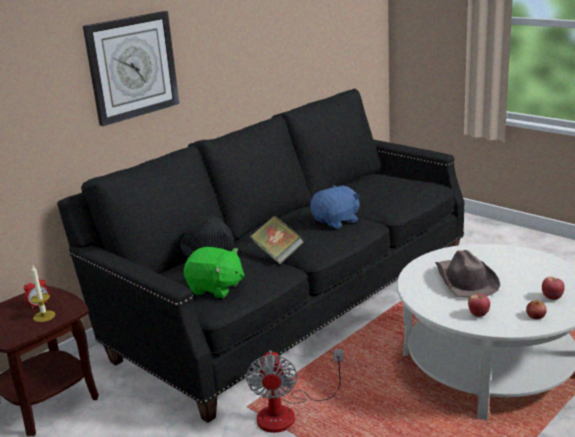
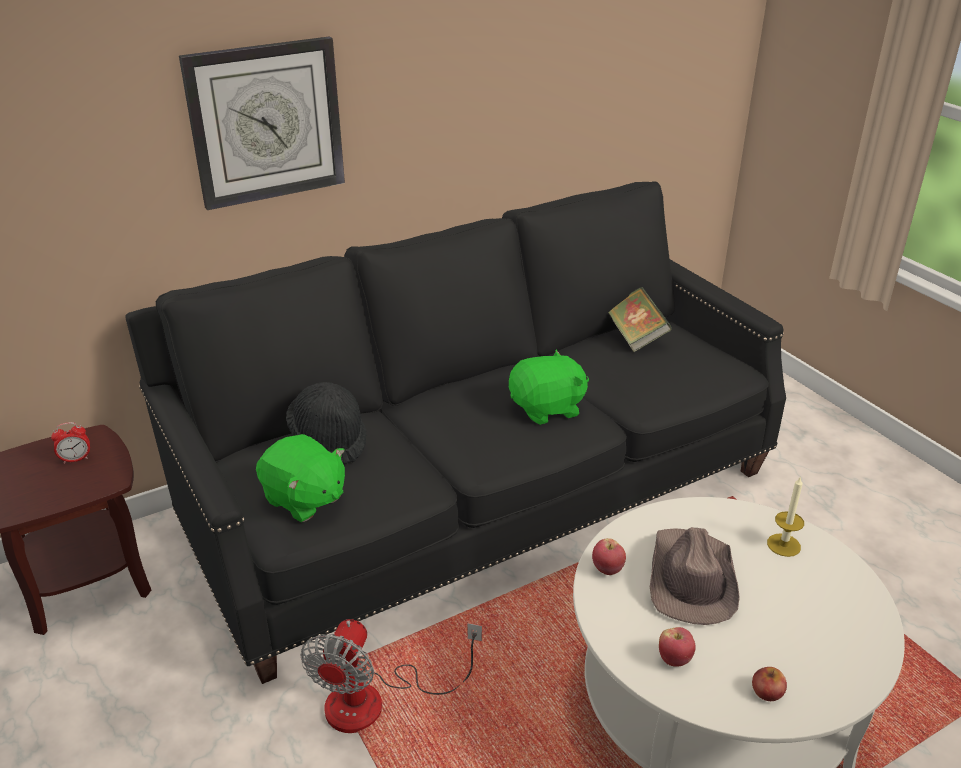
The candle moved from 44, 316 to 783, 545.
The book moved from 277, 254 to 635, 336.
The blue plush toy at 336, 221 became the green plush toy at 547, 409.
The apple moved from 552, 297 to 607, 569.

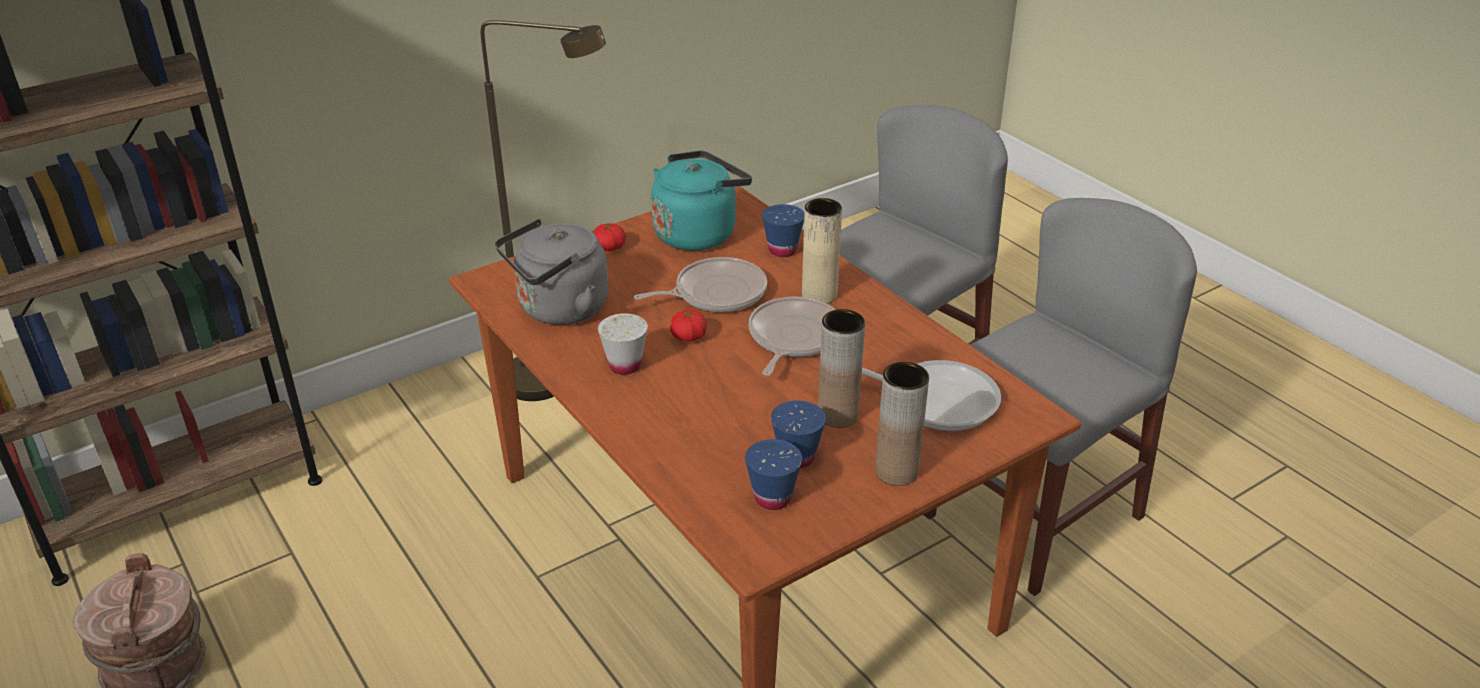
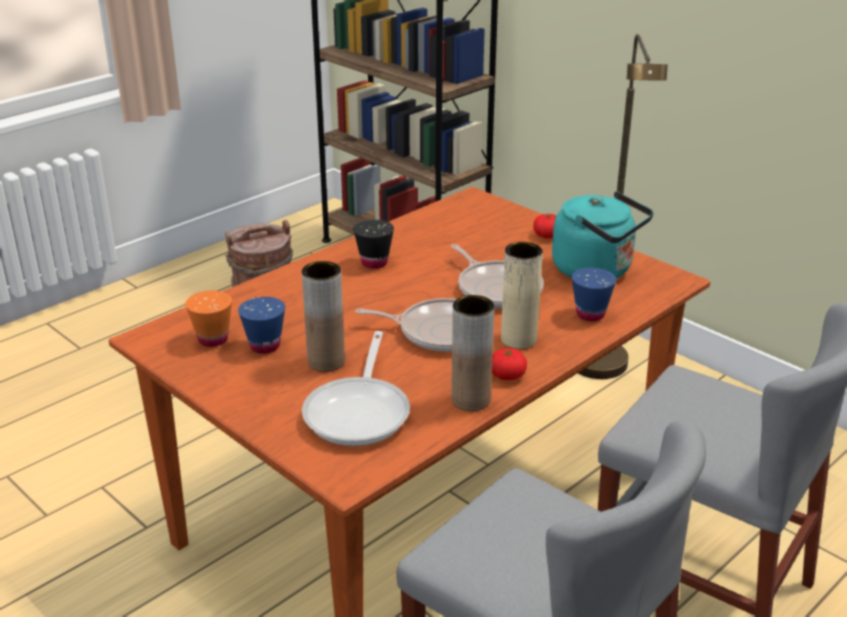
The grey kettle at 559, 310 disappeared.
The white cup at 625, 366 became the black cup at 374, 263.
The tomato moved from 688, 337 to 507, 375.
The blue cup at 772, 498 became the orange cup at 213, 339.
The brown vase moved from 896, 472 to 470, 400.

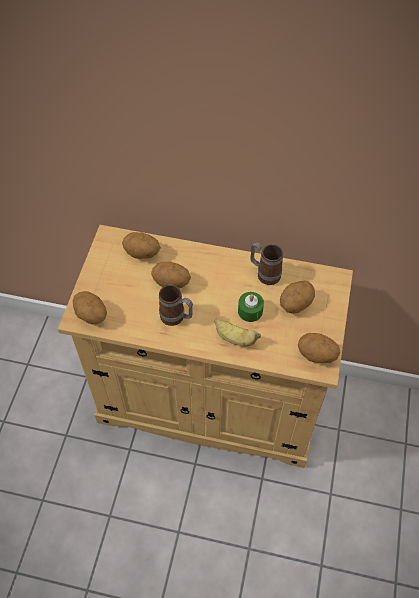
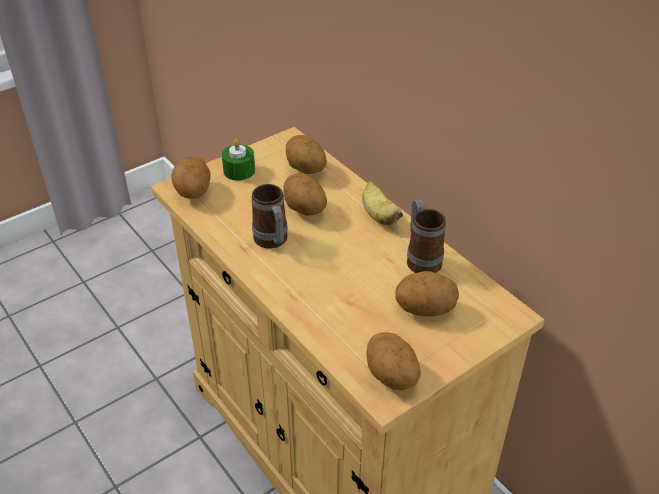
The banana moved from 235, 338 to 378, 216.
The green candle moved from 250, 311 to 239, 170.

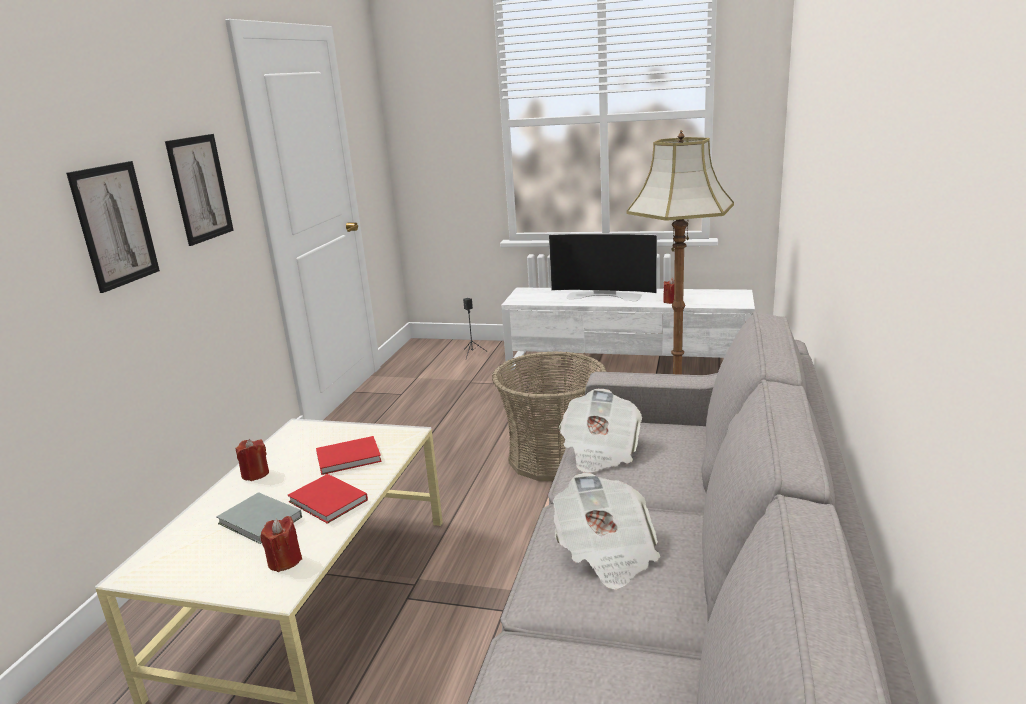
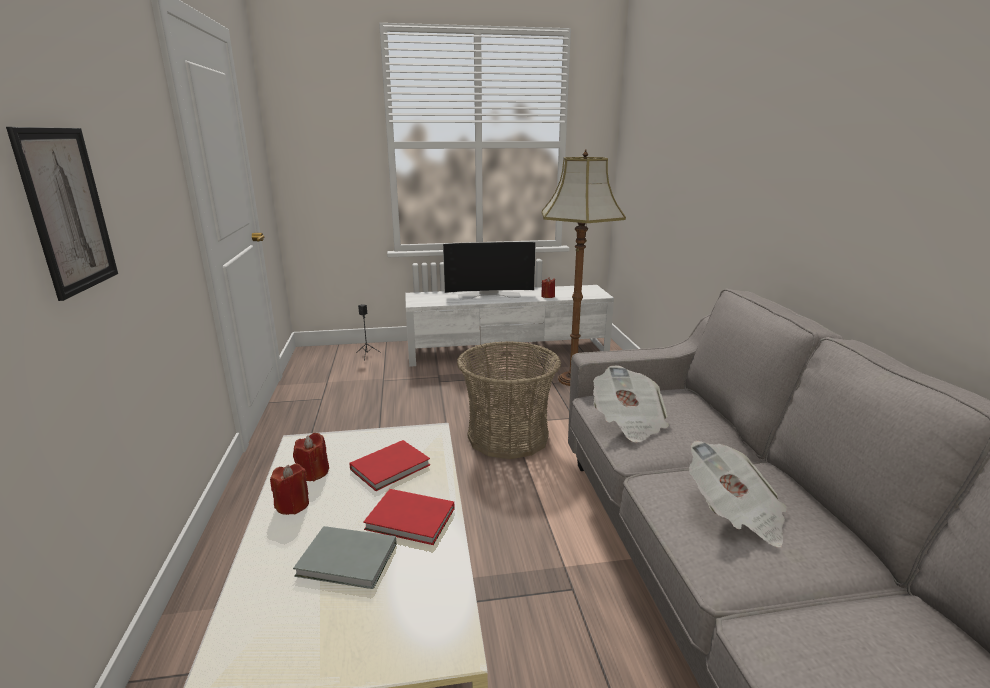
The picture at 200, 188 disappeared.
The red candle moved from 284, 561 to 313, 473.

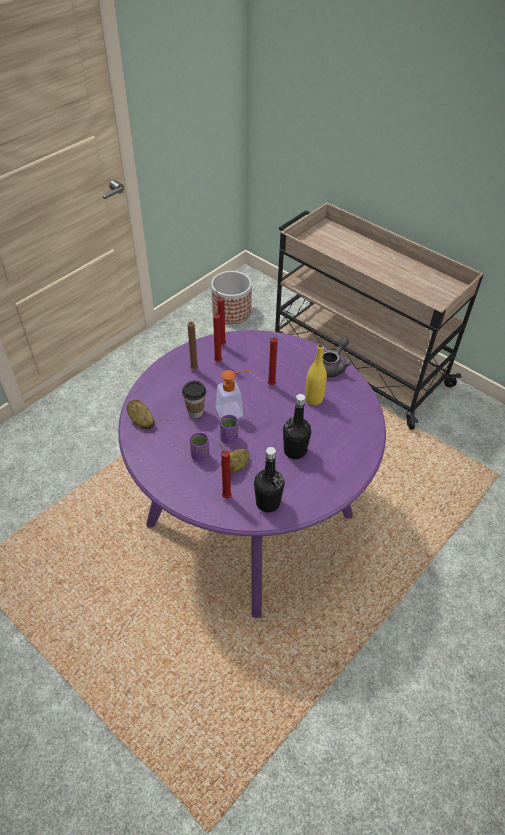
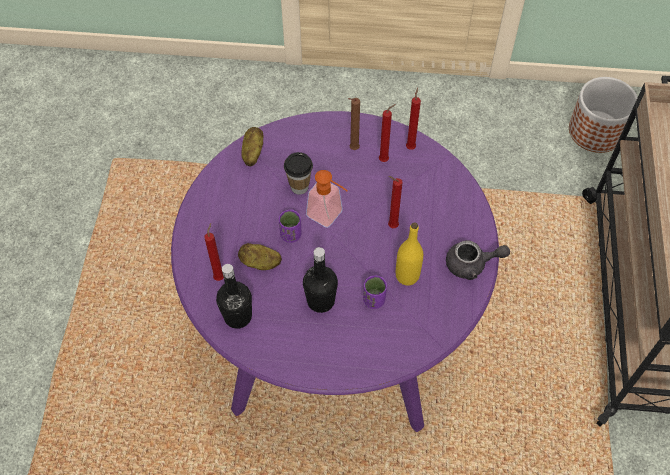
The purple cup moved from 200, 456 to 374, 300.

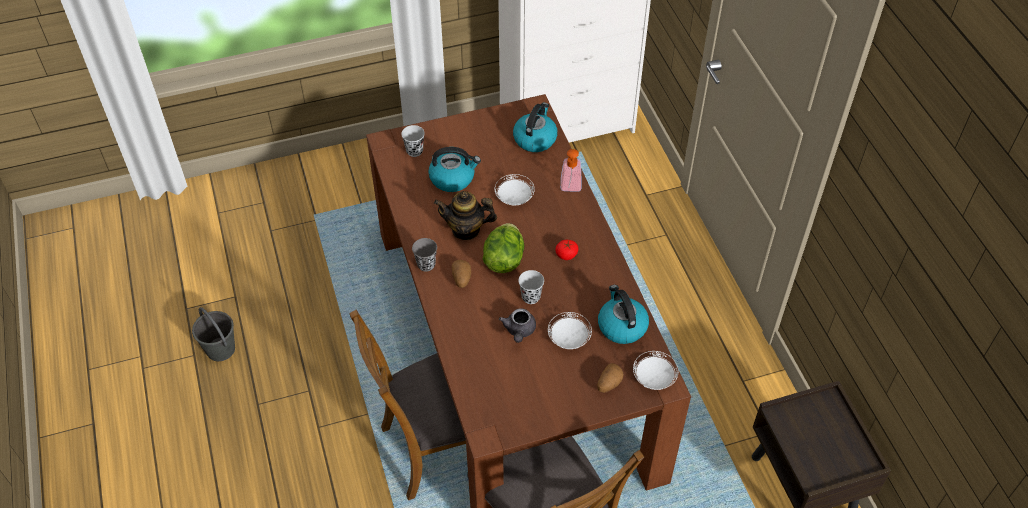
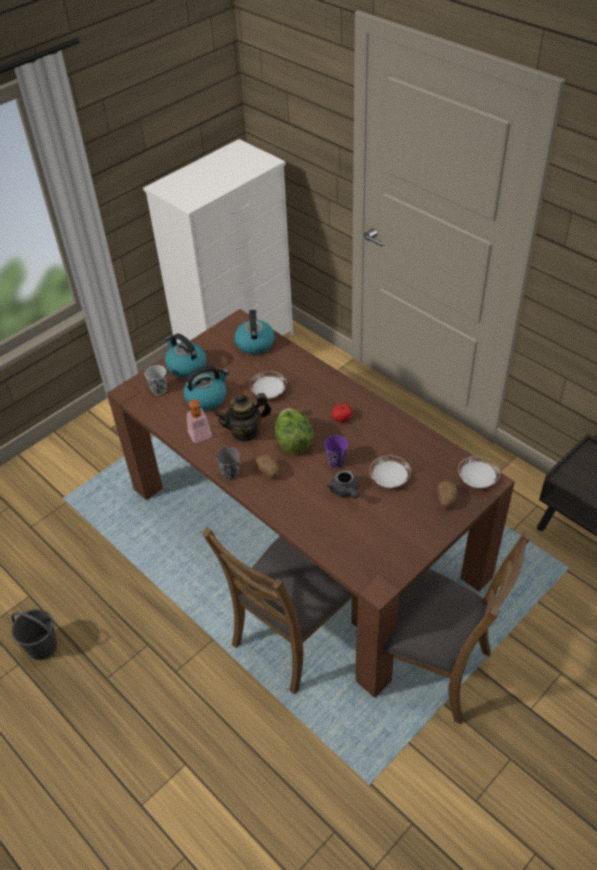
The black cup at 531, 297 became the purple cup at 336, 461.
The soap dispenser moved from 570, 188 to 201, 437.
The kettle moved from 621, 326 to 186, 366.

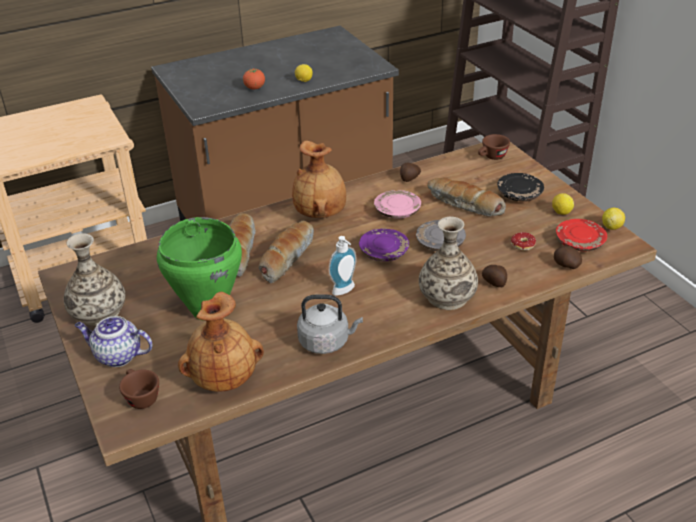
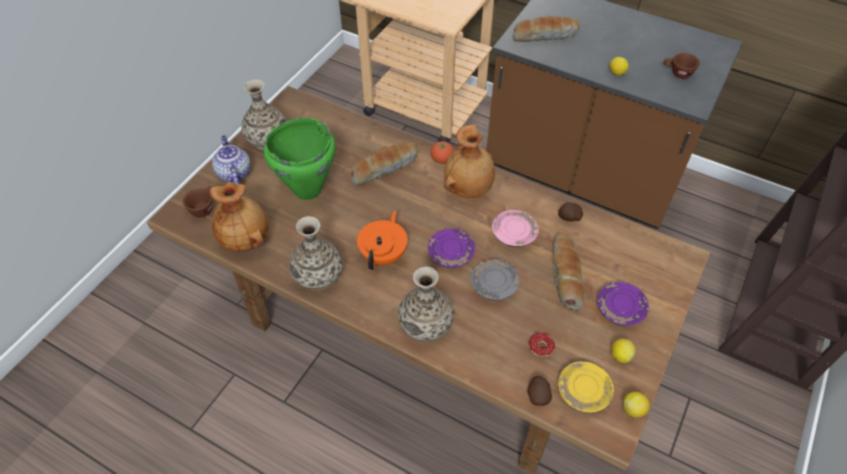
The tomato moved from 254, 88 to 442, 160.
The bread moved from 287, 257 to 544, 35.
The grey kettle at 327, 342 was replaced by the vase at 318, 275.
The soap dispenser at 345, 291 was replaced by the orange teapot at 384, 255.
The brown cup moved from 491, 157 to 677, 73.
The potato at 494, 283 disappeared.
The black plate at 519, 194 became the purple plate at 620, 309.
The red plate at 580, 242 became the yellow plate at 583, 392.

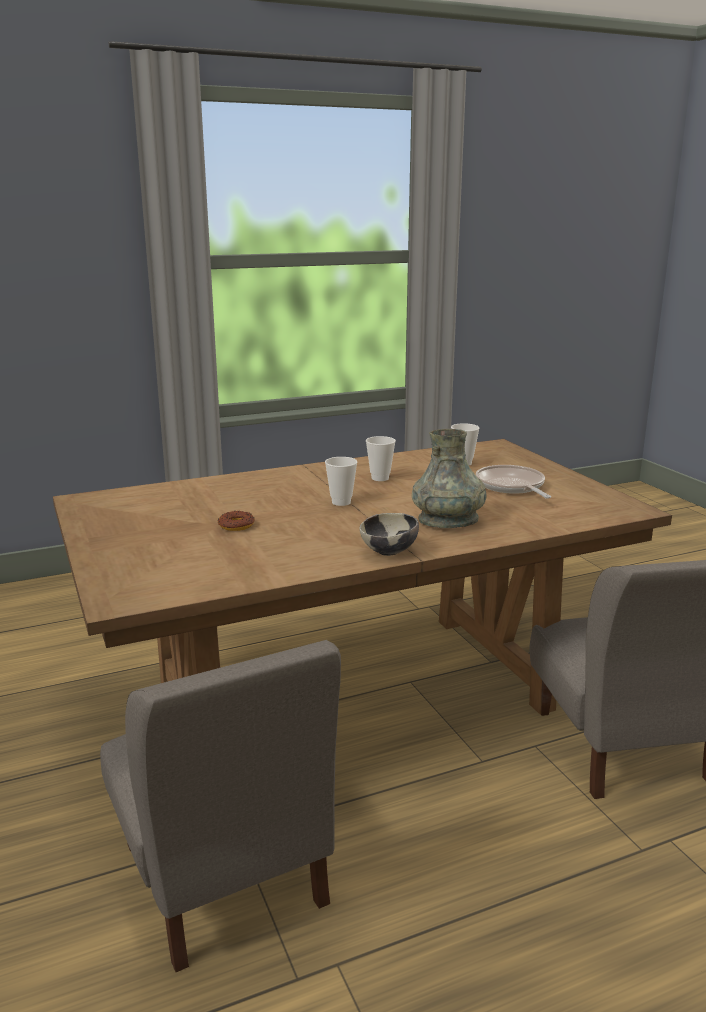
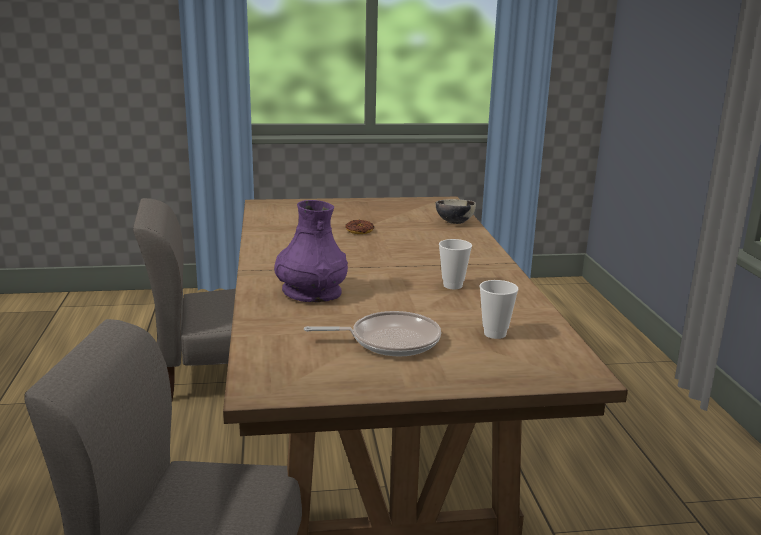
The cup at 341, 502 disappeared.
The bowl moved from 389, 552 to 454, 222.
The grey vase at 448, 520 became the purple vase at 311, 292.

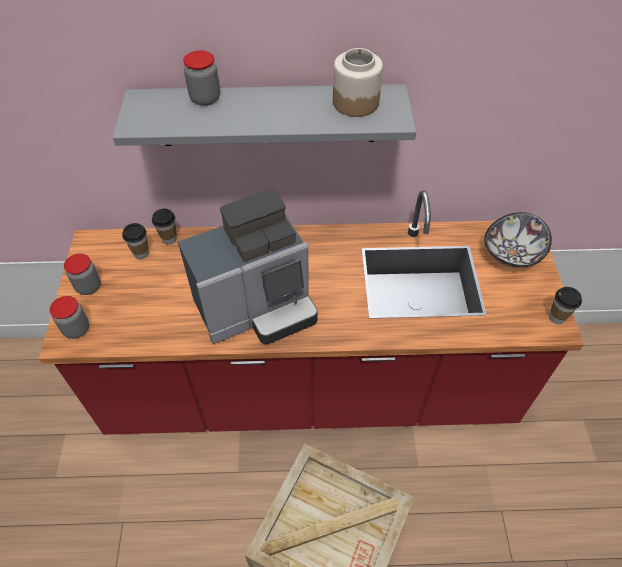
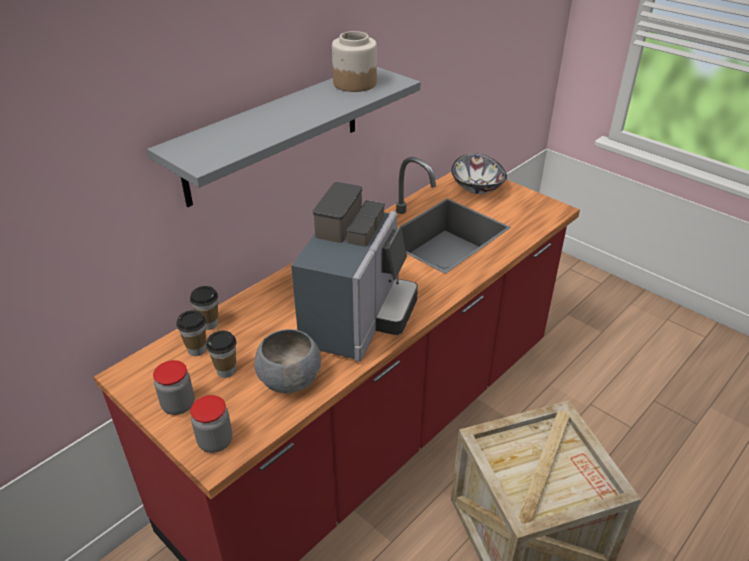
The jar at 205, 98 disappeared.
The cup moved from 556, 317 to 226, 371.
The grey bowl at 290, 379 appeared.

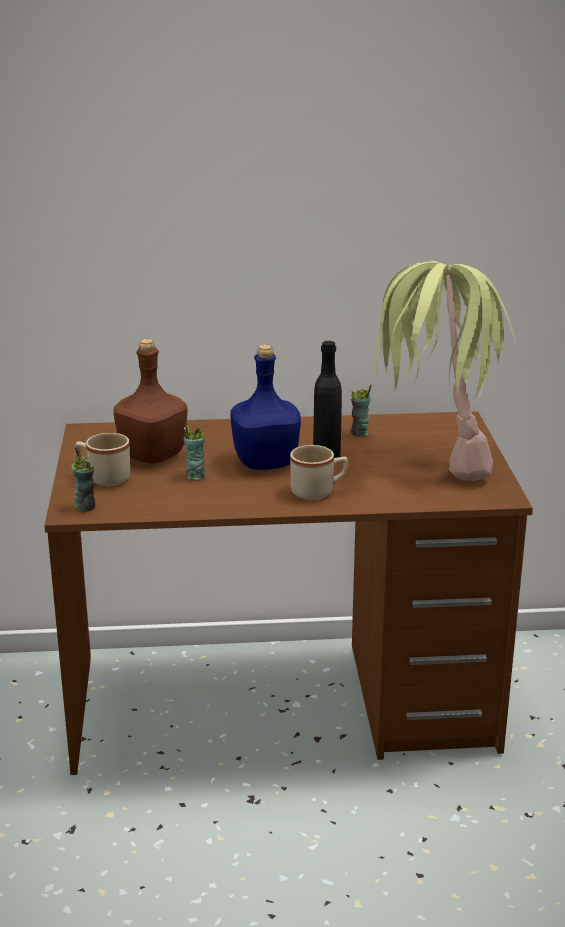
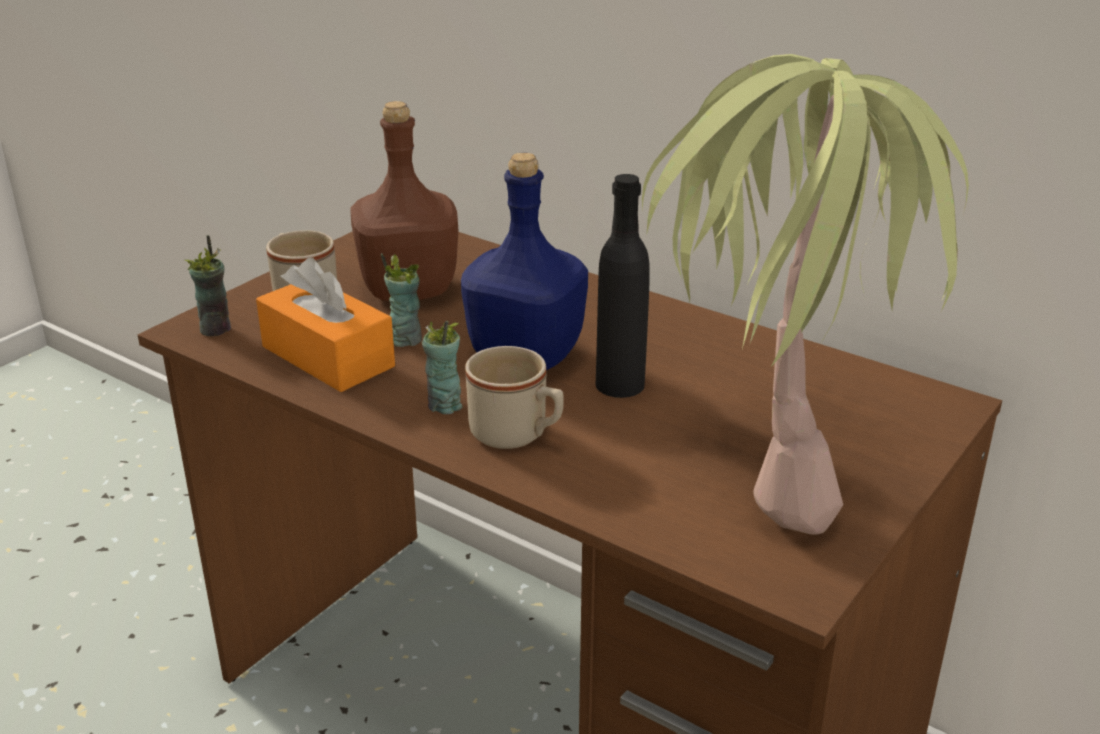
The cup moved from 359, 433 to 444, 405.
The orange tissue box at 328, 357 appeared.

